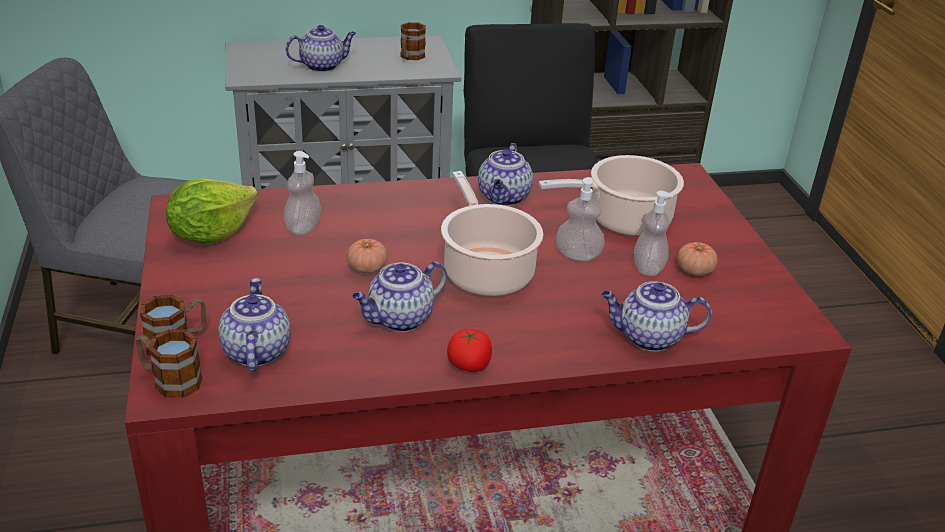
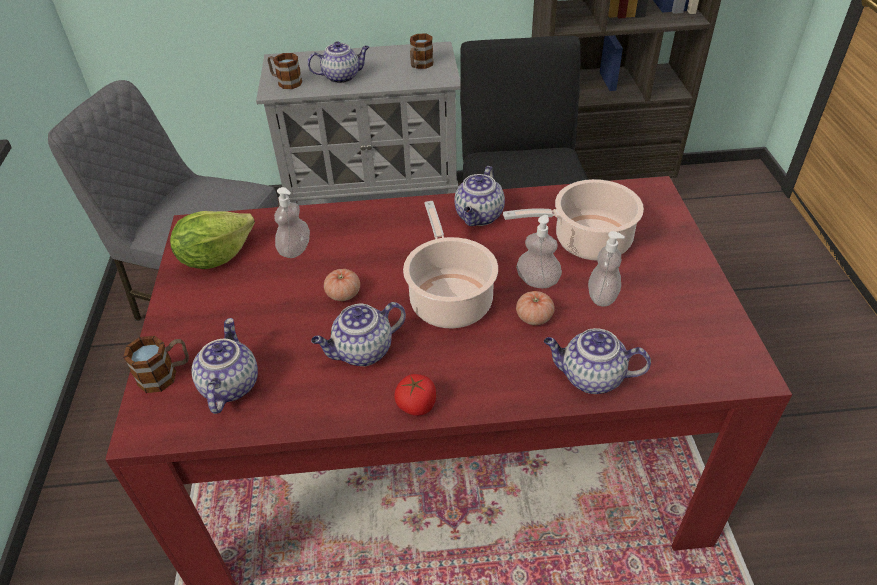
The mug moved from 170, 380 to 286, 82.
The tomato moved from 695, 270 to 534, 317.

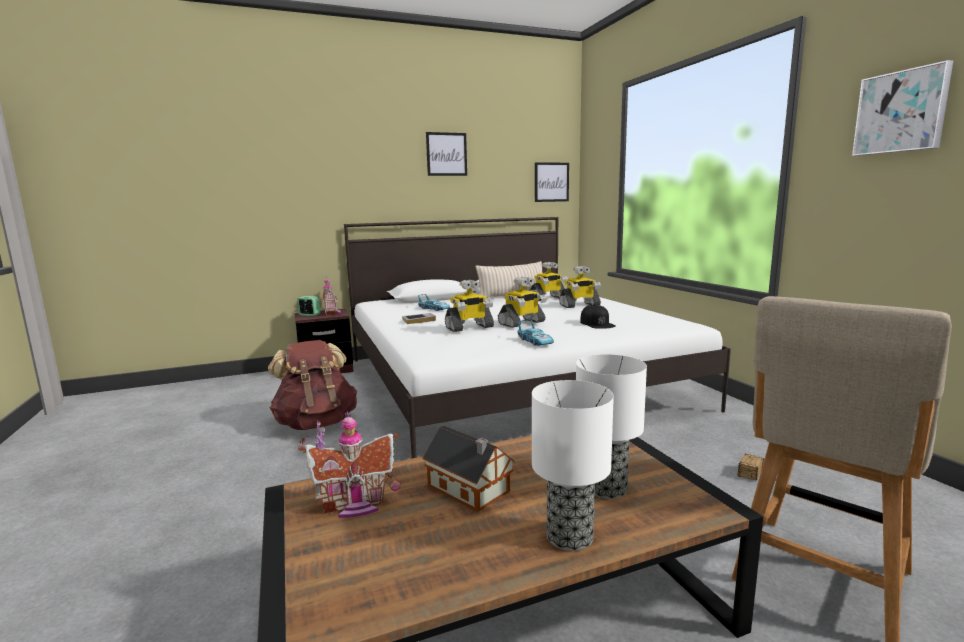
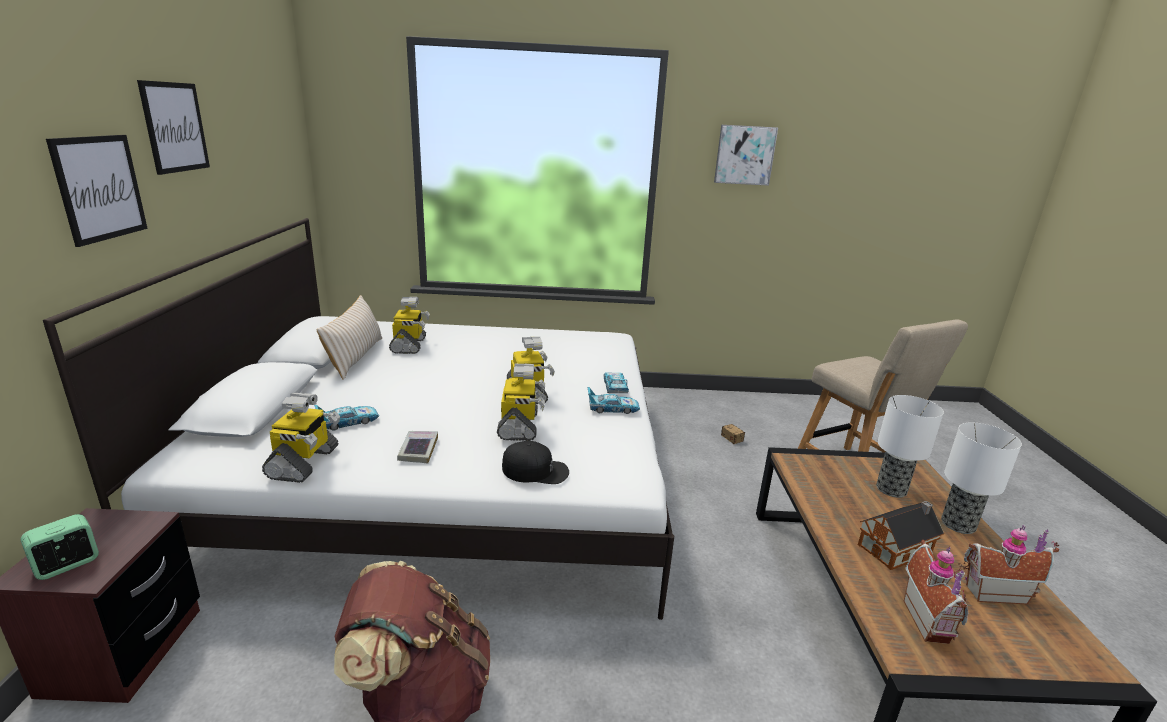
The toy house moved from 332, 313 to 991, 591.
The picture moved from 551, 182 to 100, 188.
The toy robot moved from 579, 305 to 304, 463.
The black cap moved from 597, 323 to 535, 470.
The toy car at 614, 387 appeared.

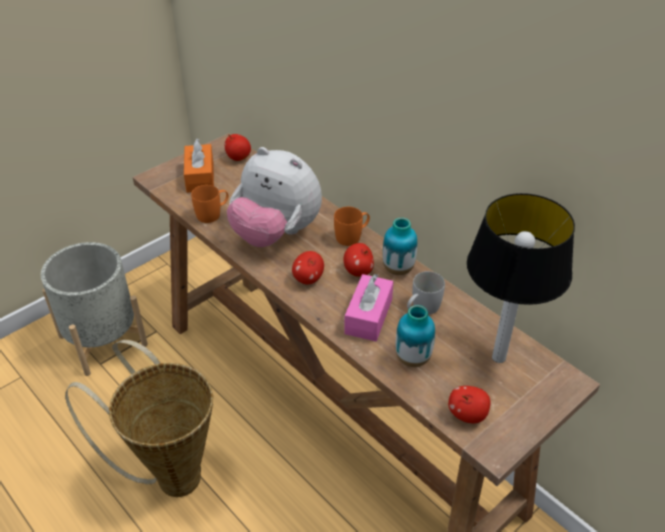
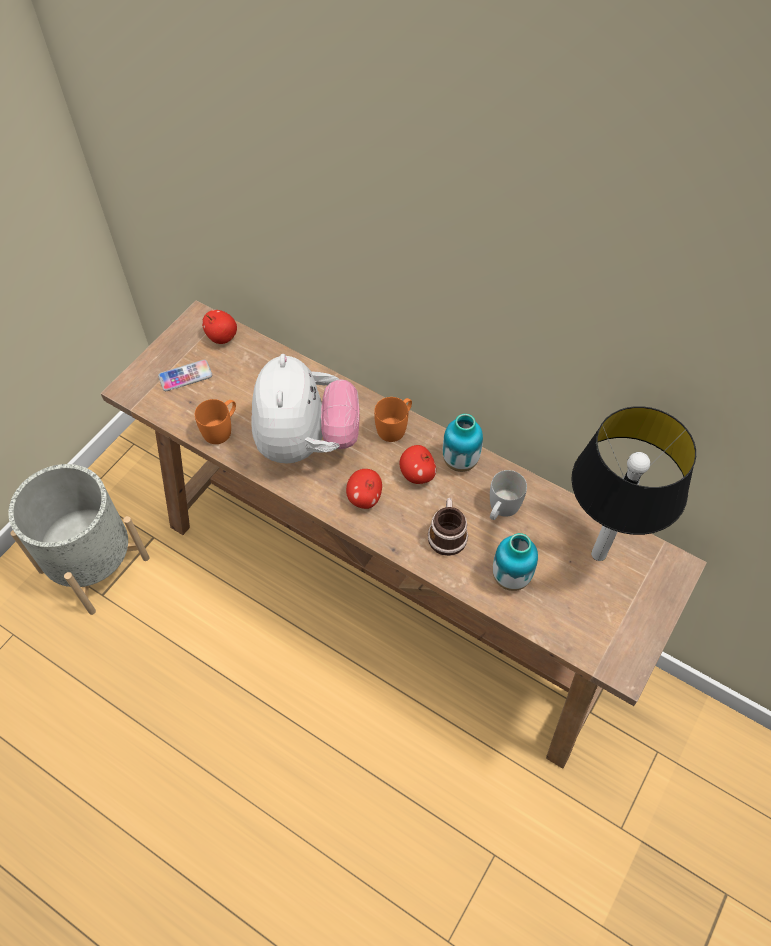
The basket at 171, 473 disappeared.
The orange tissue box at 200, 177 was replaced by the phone at 185, 376.
The plush toy at 276, 234 turned 105 degrees counterclockwise.
The pink tissue box at 368, 316 was replaced by the mug at 447, 533.
The apple at 467, 415 disappeared.

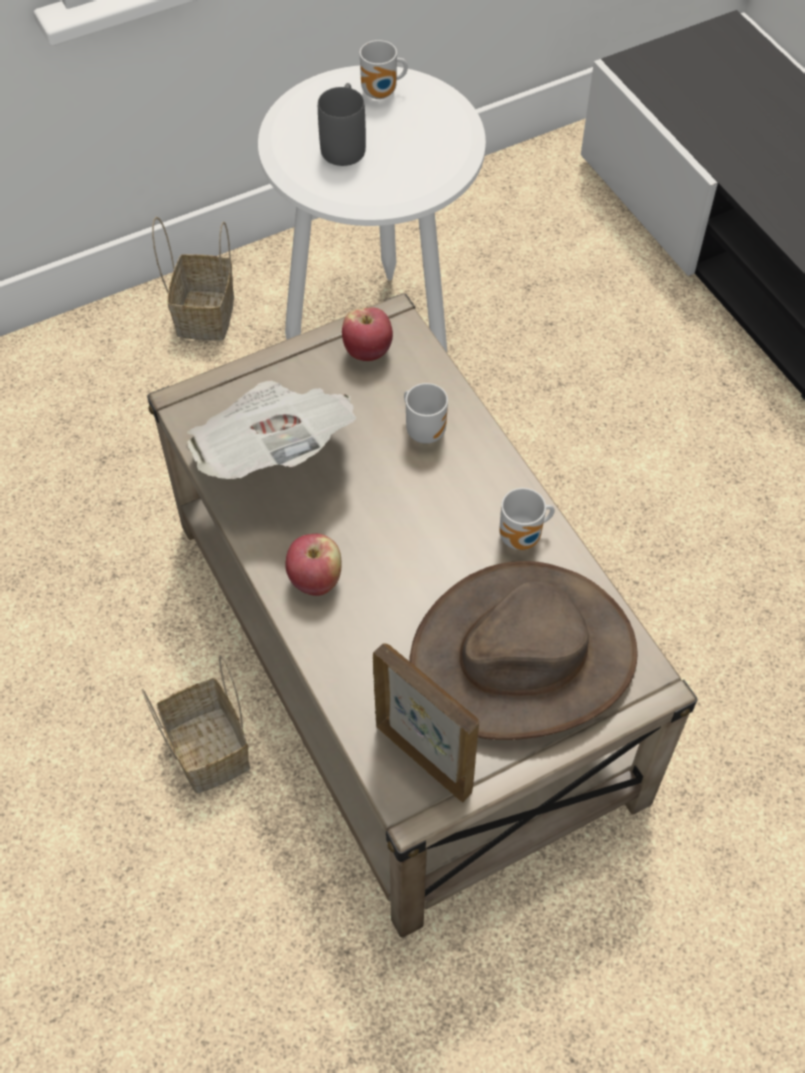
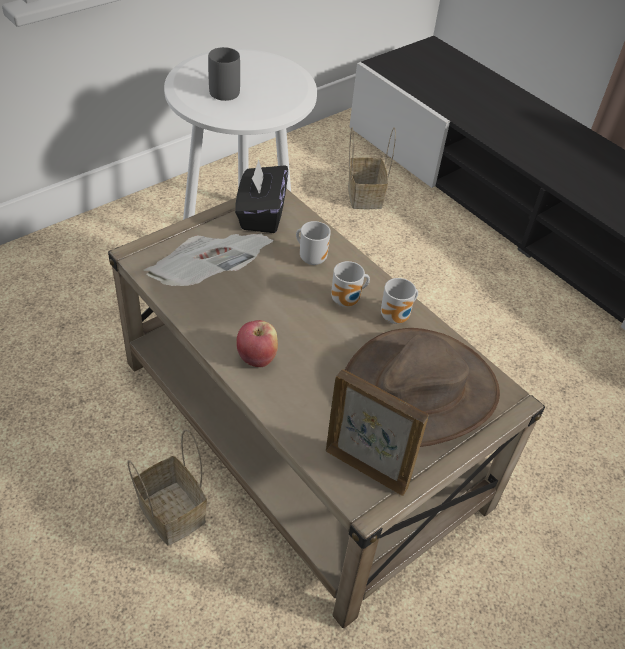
The basket moved from 204, 313 to 363, 195.
The apple at 368, 351 was replaced by the black tissue box at 261, 214.
The mug moved from 382, 93 to 347, 301.

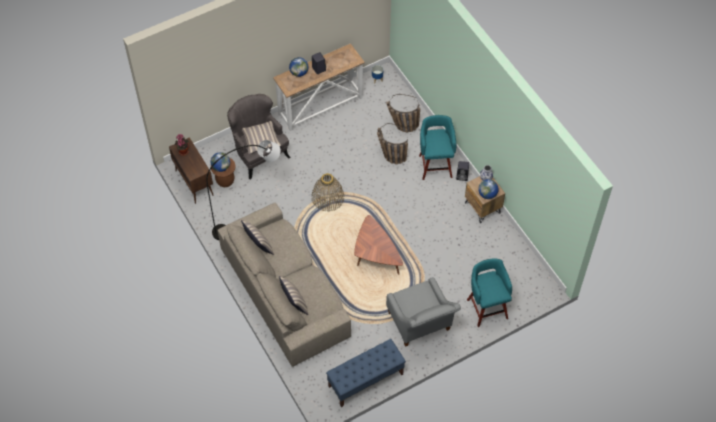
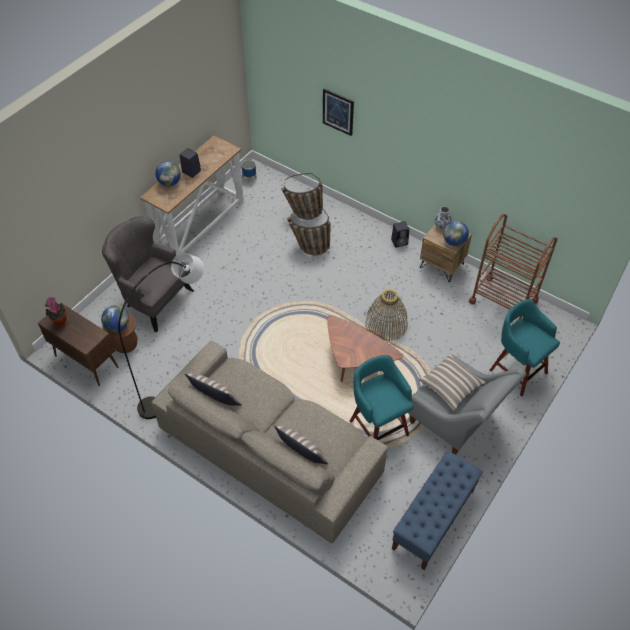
The pillow moved from 261, 140 to 451, 385.
The basket moved from 328, 198 to 386, 324.
The turquoise stool moved from 435, 165 to 378, 426.
The picture at 338, 111 appeared.
The brown cart at 503, 301 appeared.

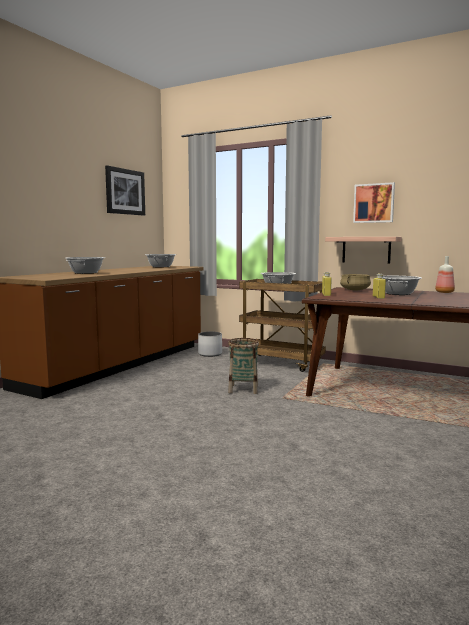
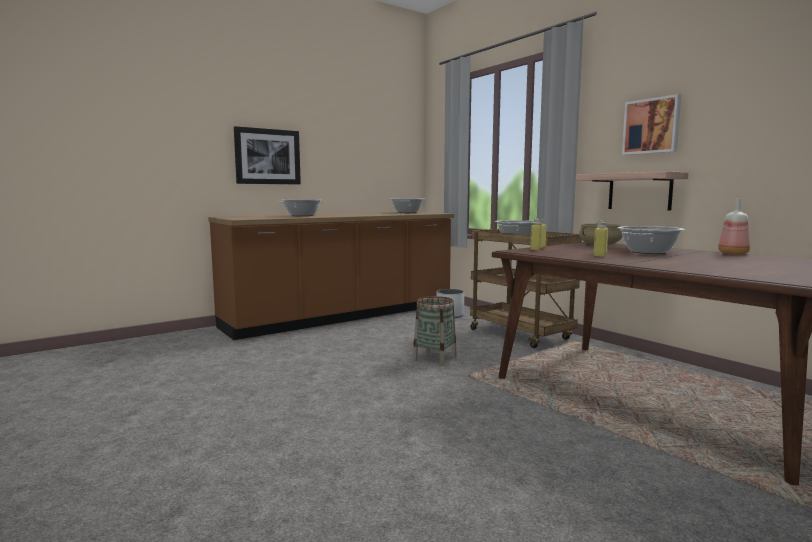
The picture moved from 125, 191 to 267, 156.

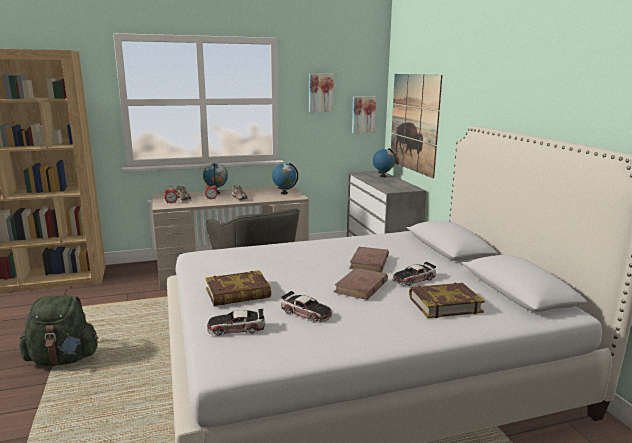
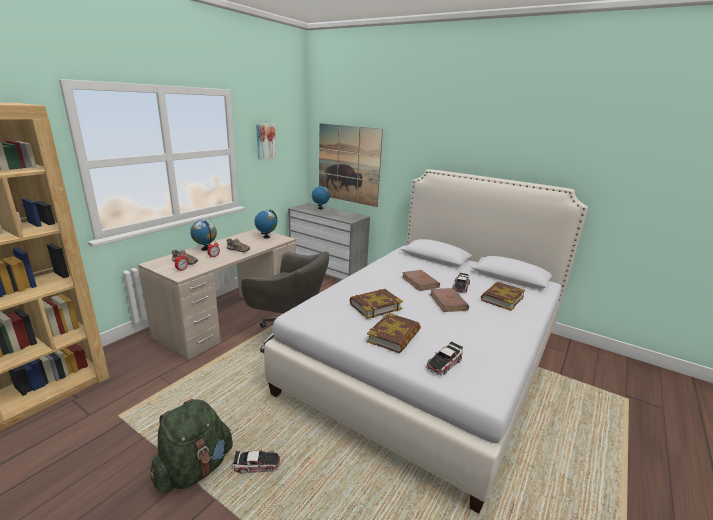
The toy car moved from 306, 313 to 257, 464.
The picture at 363, 114 disappeared.
The book at 375, 306 appeared.

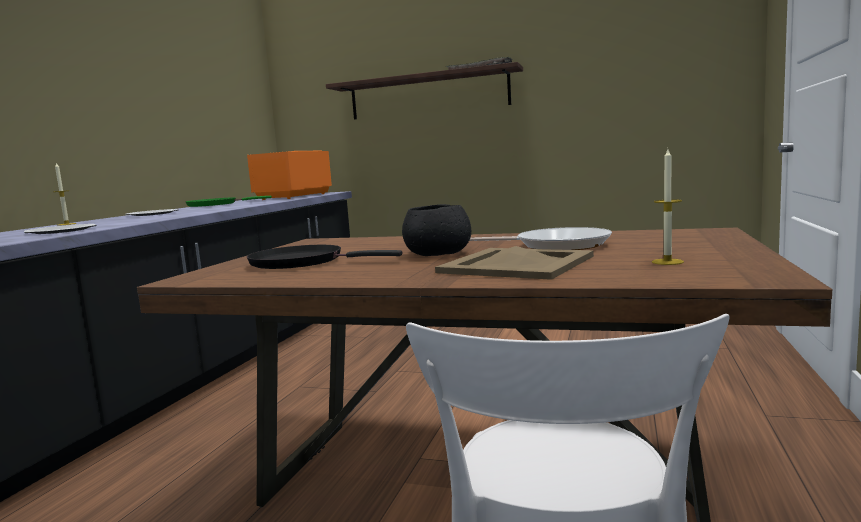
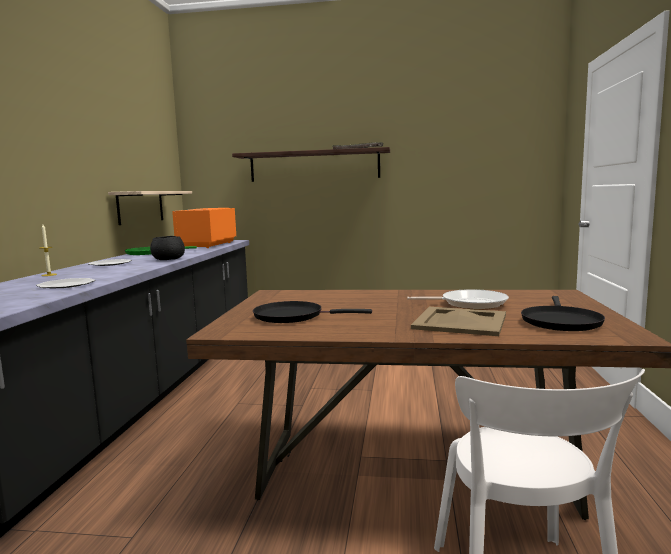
The black bowl moved from 438, 254 to 168, 259.
The candle at 667, 262 was replaced by the black frying pan at 560, 321.
The shelf at 140, 207 appeared.

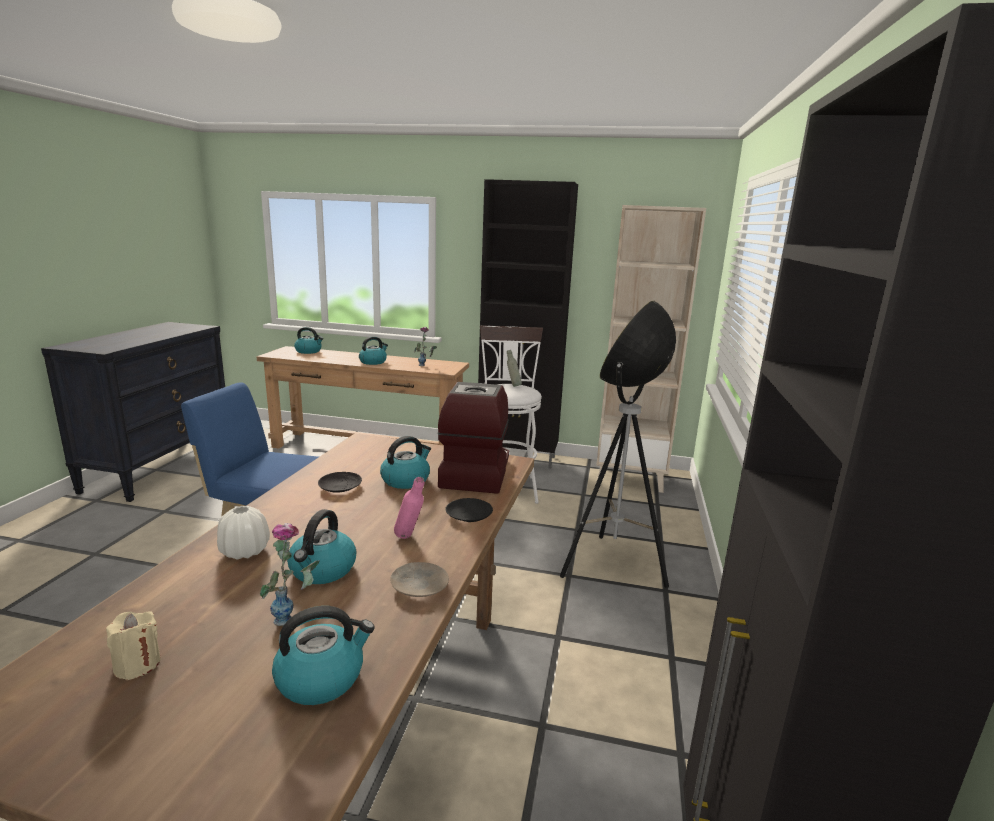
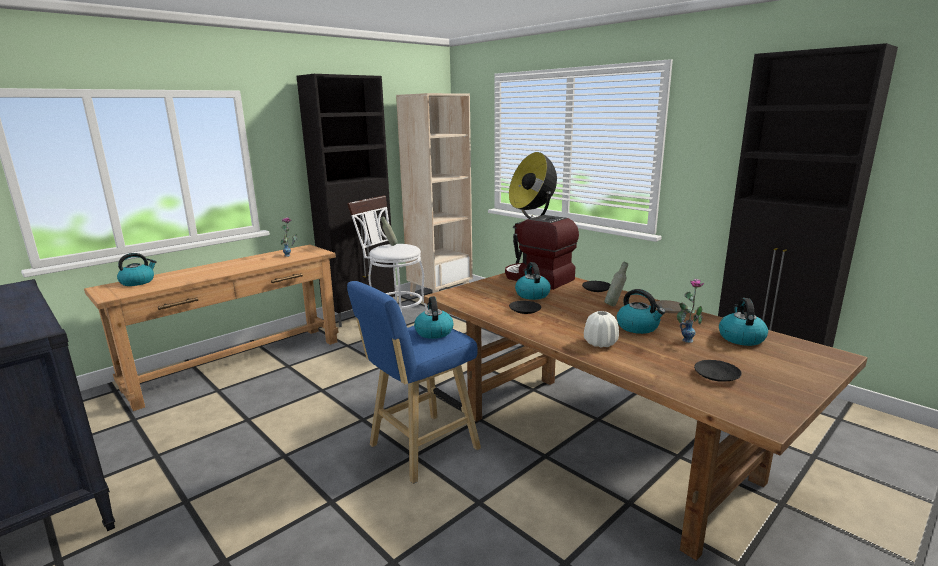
The beige candle at 137, 664 was replaced by the black plate at 717, 376.
The kettle moved from 373, 362 to 433, 332.
The pink bottle at 409, 538 became the grey bottle at 614, 305.

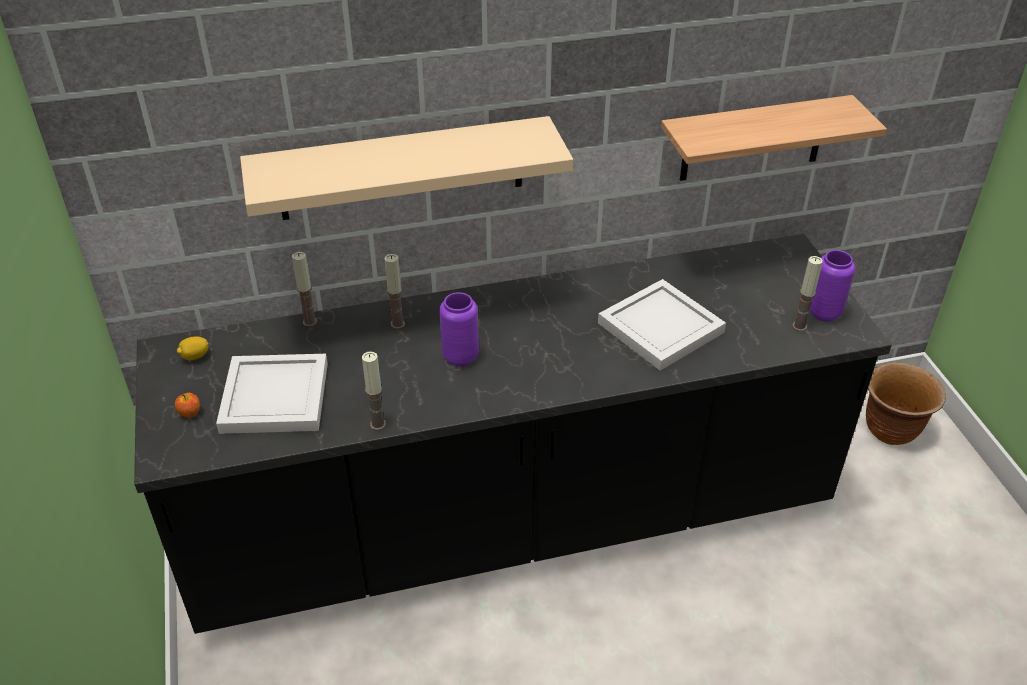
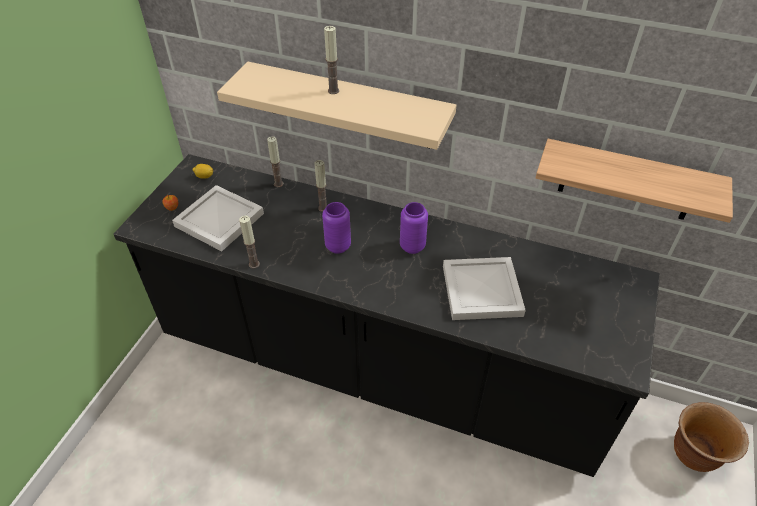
The candle moved from 799, 326 to 333, 91.
The purple vase moved from 824, 313 to 412, 246.

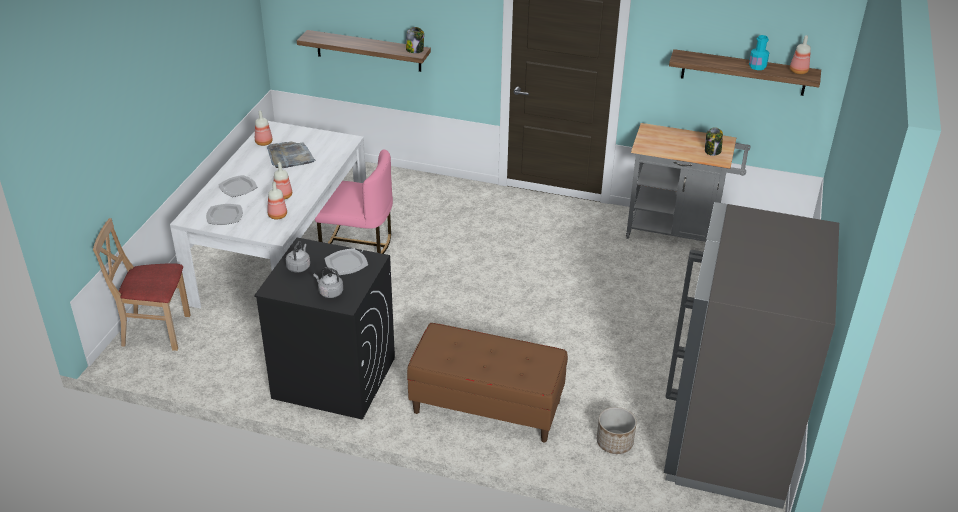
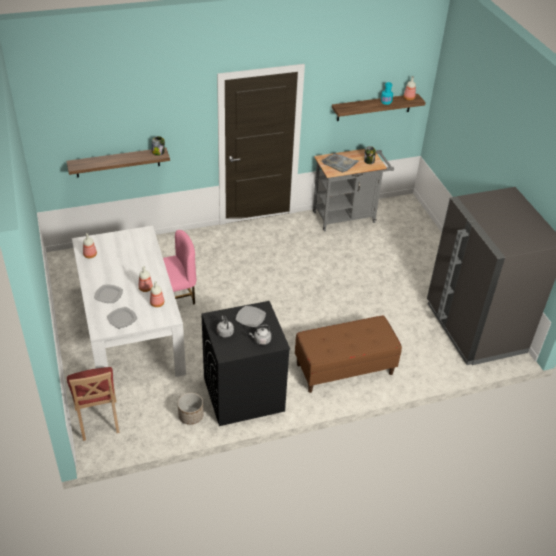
The beige chair at 156, 331 turned 75 degrees counterclockwise.
The grey tray moved from 290, 157 to 339, 163.
The planter moved from 614, 442 to 190, 416.

